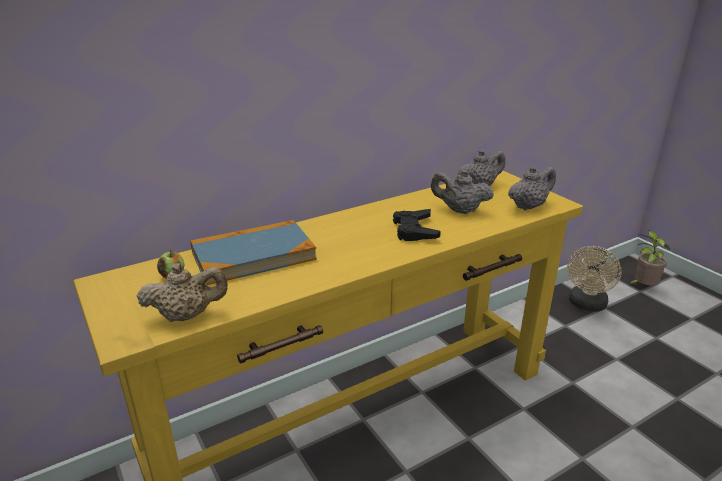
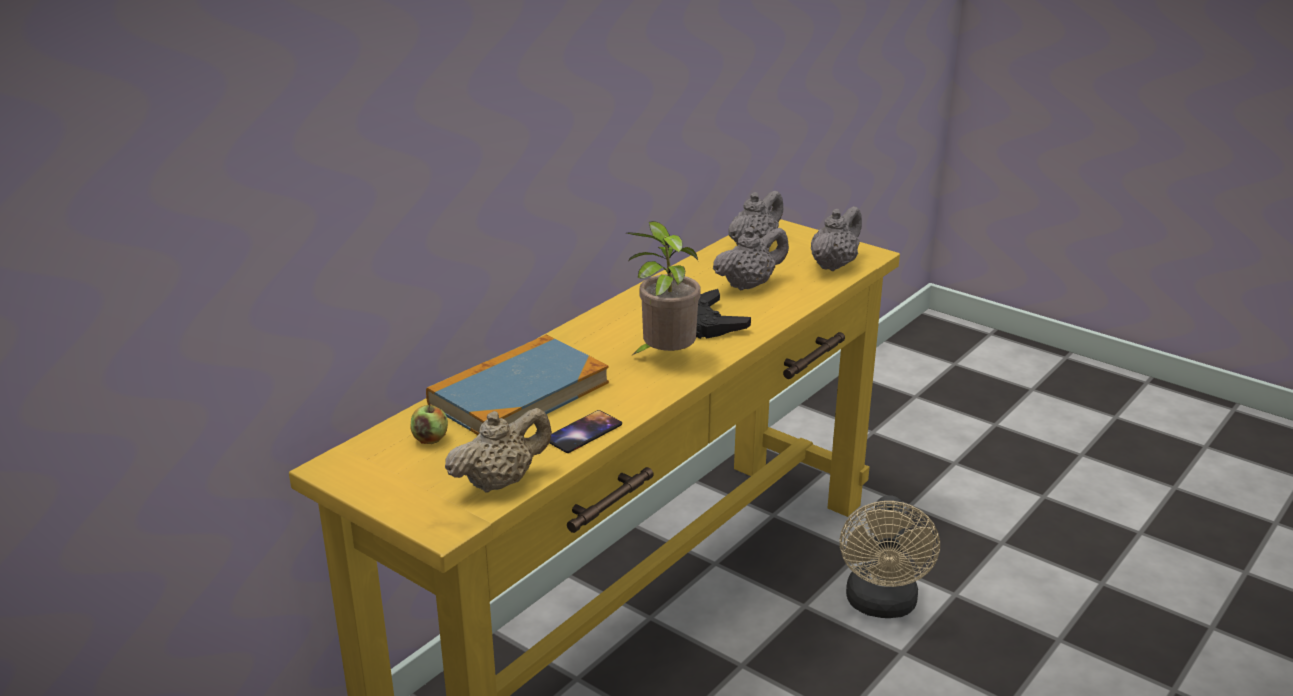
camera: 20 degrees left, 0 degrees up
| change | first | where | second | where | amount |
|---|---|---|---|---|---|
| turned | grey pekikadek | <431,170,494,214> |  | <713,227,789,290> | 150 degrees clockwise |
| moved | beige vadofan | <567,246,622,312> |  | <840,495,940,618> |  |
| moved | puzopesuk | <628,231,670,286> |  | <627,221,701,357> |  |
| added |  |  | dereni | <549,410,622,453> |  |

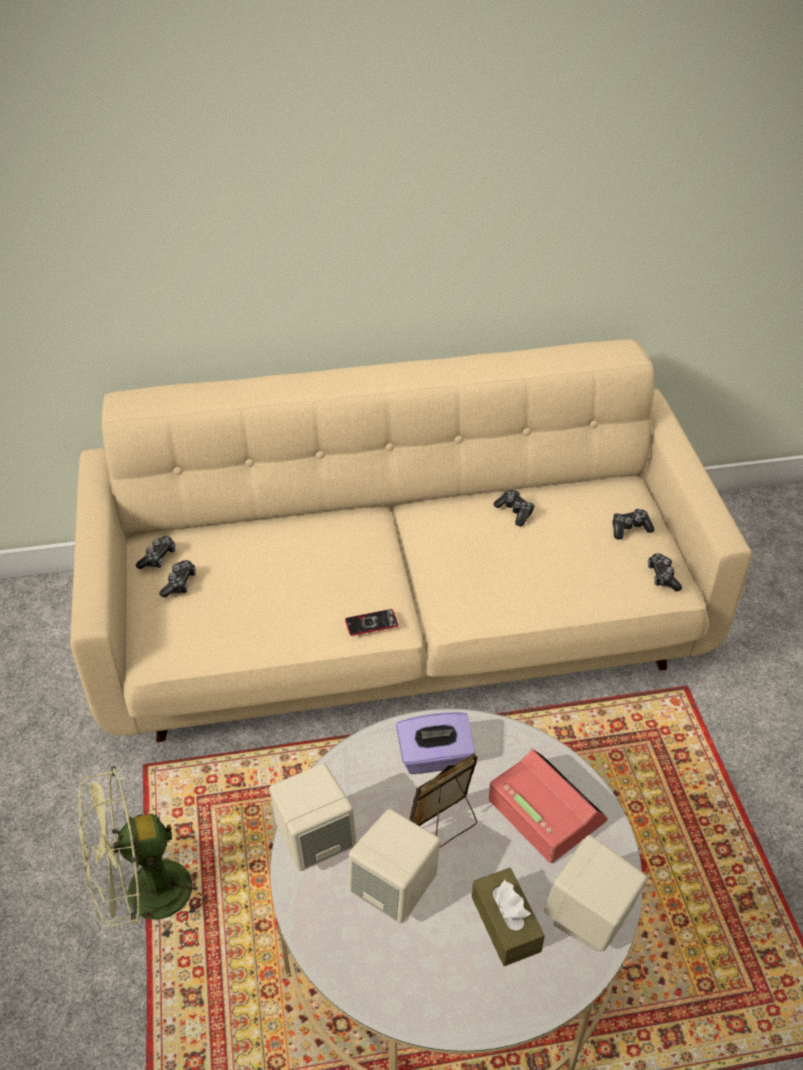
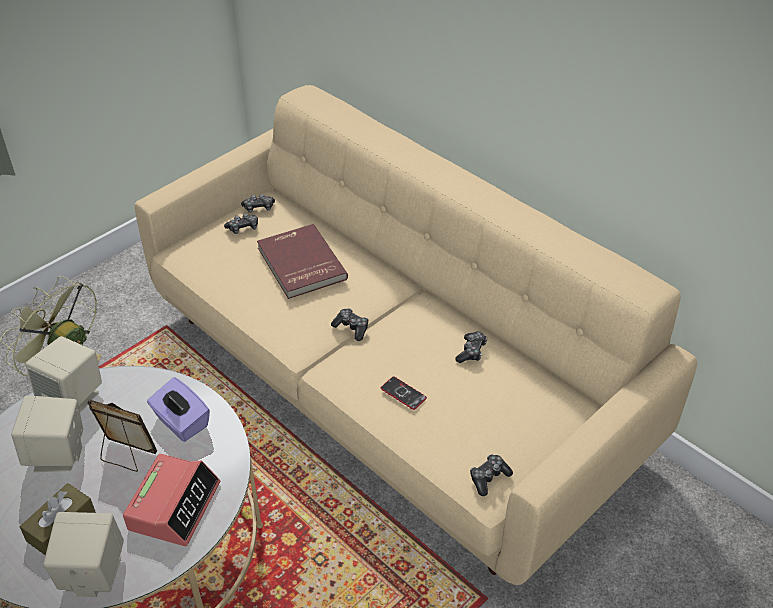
camera: 55 degrees right, 0 degrees up
| change | first | where | second | where | amount |
|---|---|---|---|---|---|
| moved | dereni | <345,609,398,636> |  | <381,376,427,410> |  |
| moved | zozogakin | <613,509,655,540> |  | <331,309,369,341> |  |
| added |  |  | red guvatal | <257,224,348,299> |  |

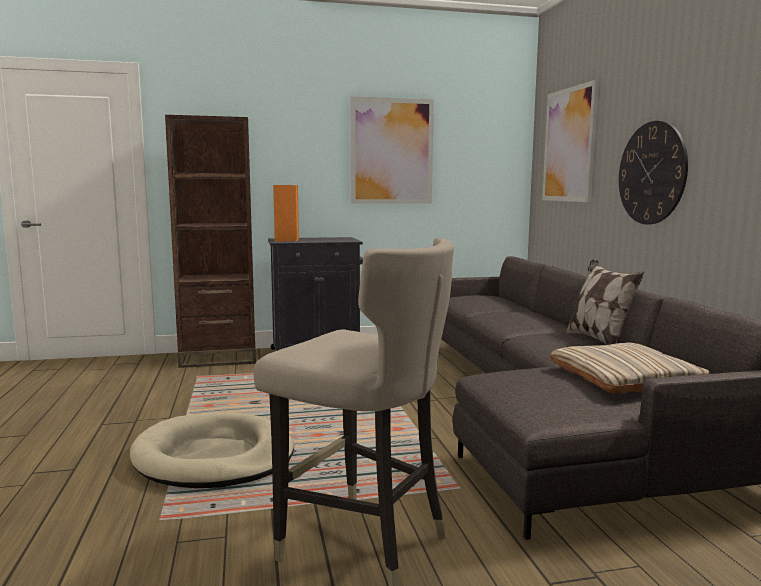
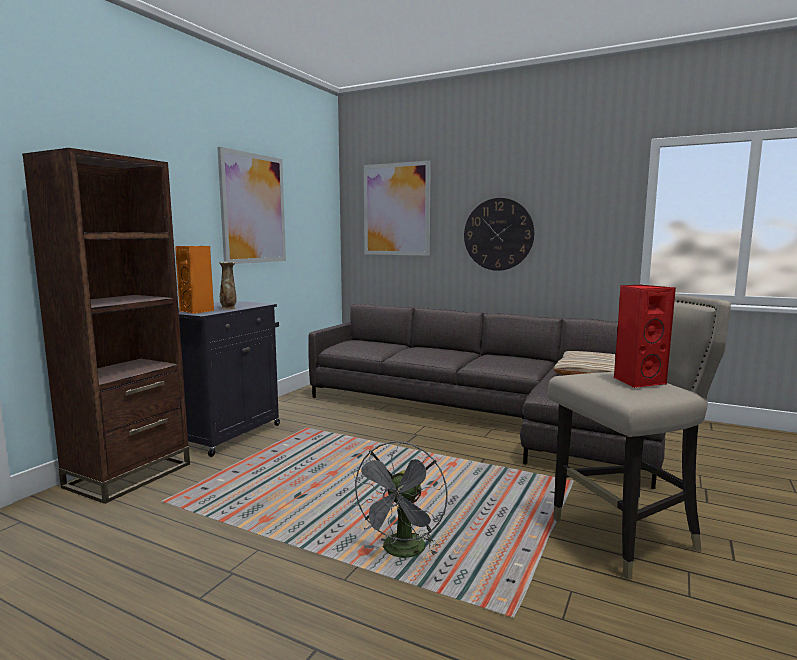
camera: 50 degrees left, 0 degrees up
| change | first | where | second | where | amount |
|---|---|---|---|---|---|
| replaced | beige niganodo | <130,413,294,488> | grey vadofan | <350,441,448,558> |  |
| removed | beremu | <566,259,644,345> |  |  |  |
| added |  |  | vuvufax | <219,262,236,310> |  |
| added |  |  | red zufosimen | <614,285,676,388> |  |

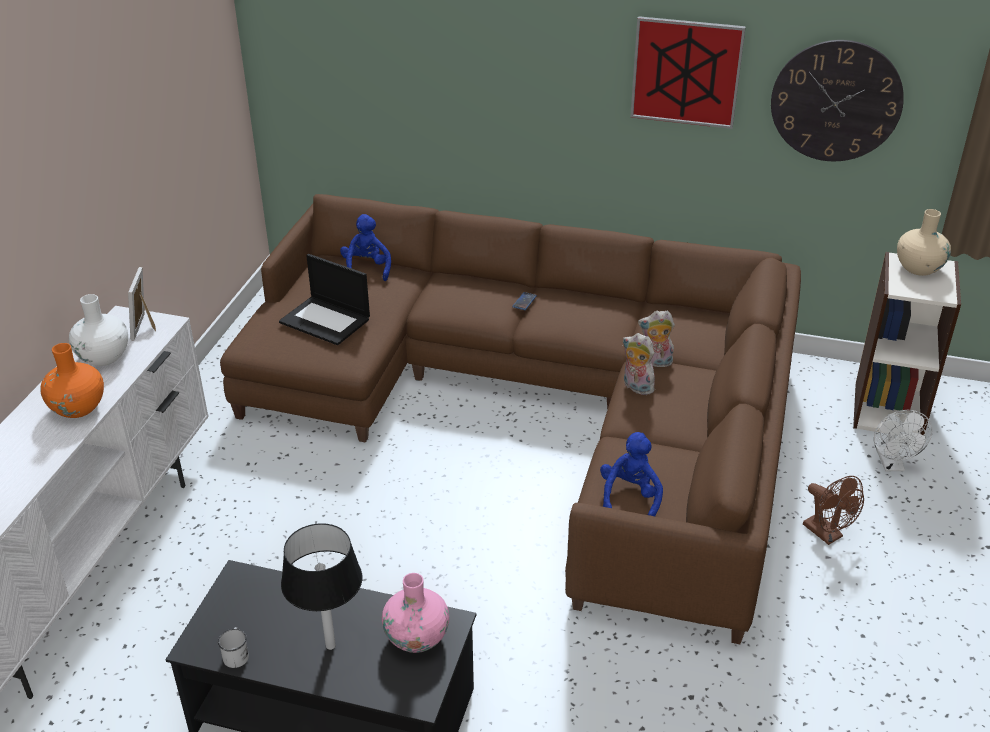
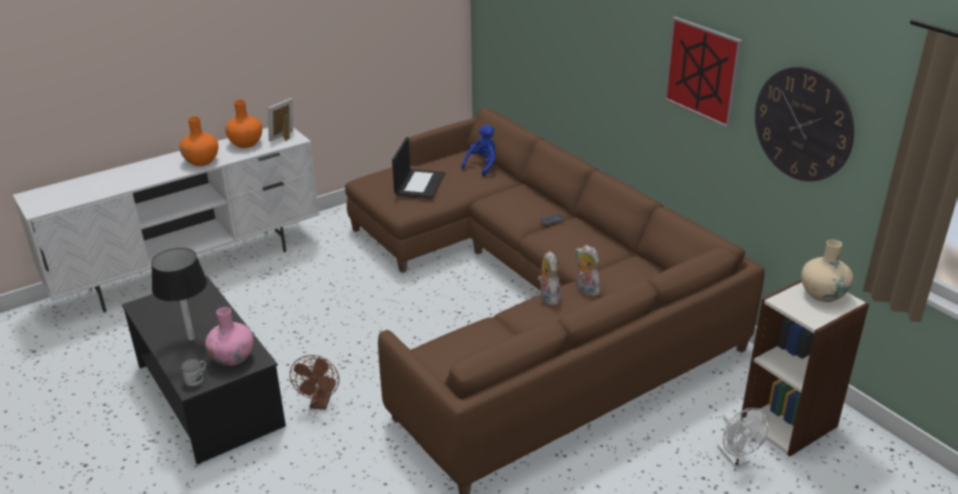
camera: 40 degrees right, 5 degrees down
| change | first | where | second | where | amount |
|---|---|---|---|---|---|
| recoloured | white vuvufax | <69,294,128,366> | orange vuvufax | <225,100,262,148> |  |
| moved | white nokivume | <218,627,249,668> |  | <181,359,206,386> |  |
| turned | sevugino | <279,254,370,345> |  | <392,137,445,198> | 150 degrees counterclockwise |
| removed | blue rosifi | <600,432,663,516> |  |  |  |
| moved | brown vadofan | <803,476,864,545> |  | <290,355,339,409> |  |
| turned | white vadofan | <874,410,932,471> |  | <717,408,769,467> | 60 degrees counterclockwise |

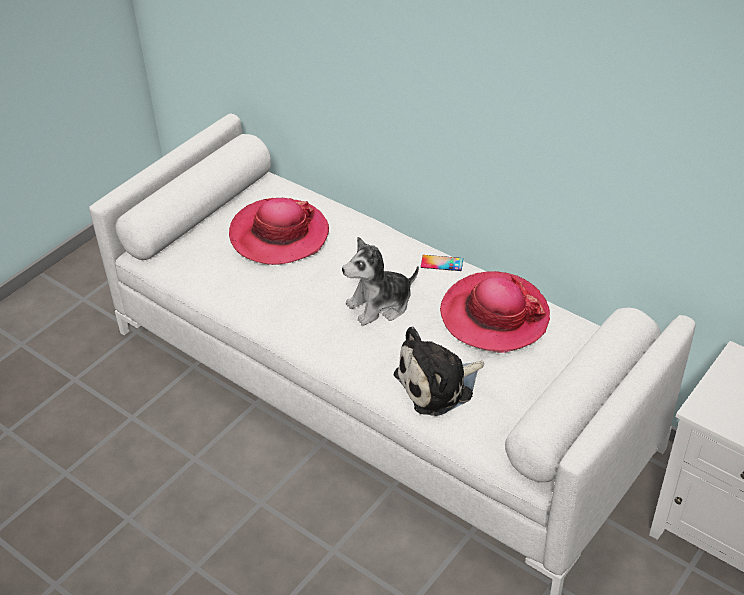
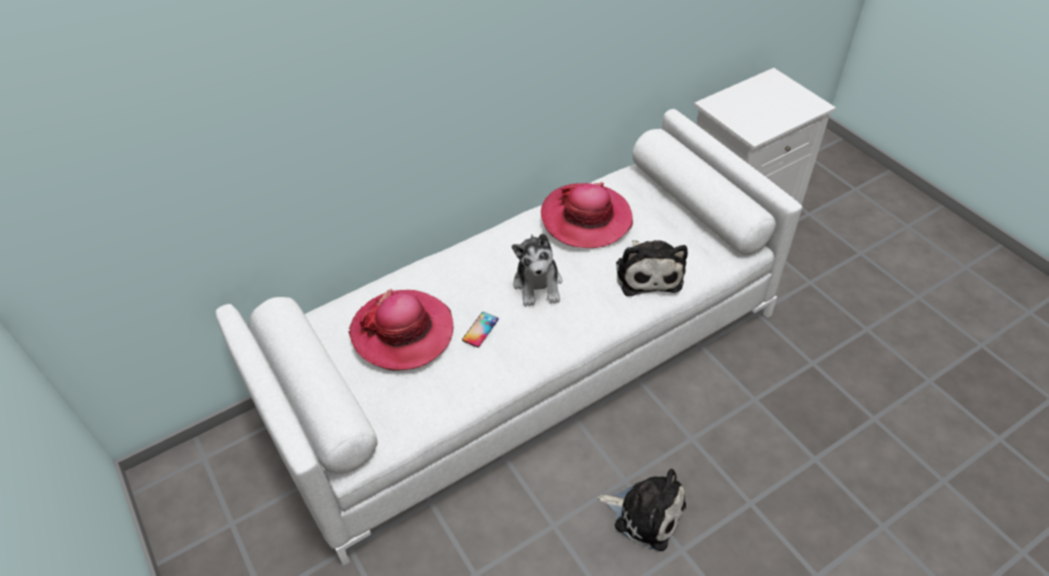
camera: 70 degrees left, 5 degrees up
| change | first | where | second | where | amount |
|---|---|---|---|---|---|
| moved | dereni | <421,255,463,271> |  | <462,312,499,347> |  |
| added |  |  | rosifi | <598,469,686,551> |  |

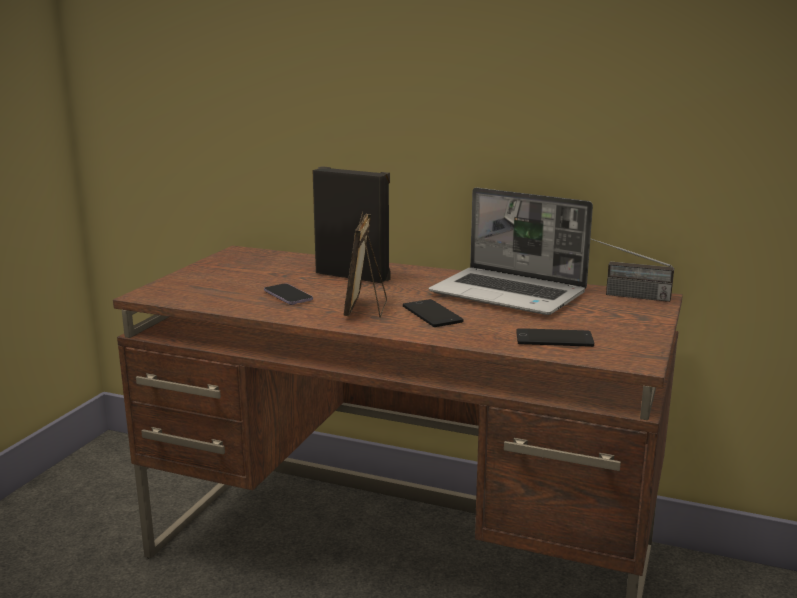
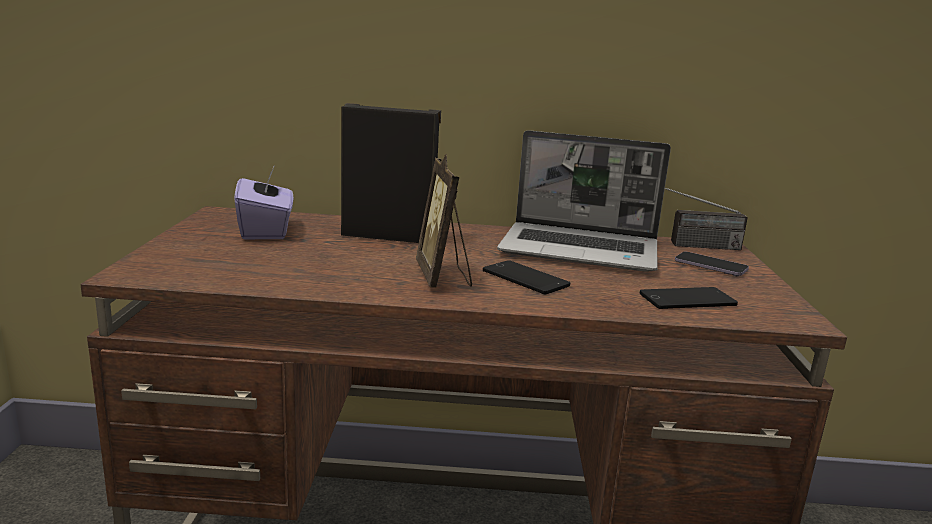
camera: 20 degrees left, 0 degrees up
| change | first | where | second | where | amount |
|---|---|---|---|---|---|
| moved | dereni | <264,284,313,305> |  | <675,252,749,276> |  |
| added |  |  | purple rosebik | <234,165,293,239> |  |

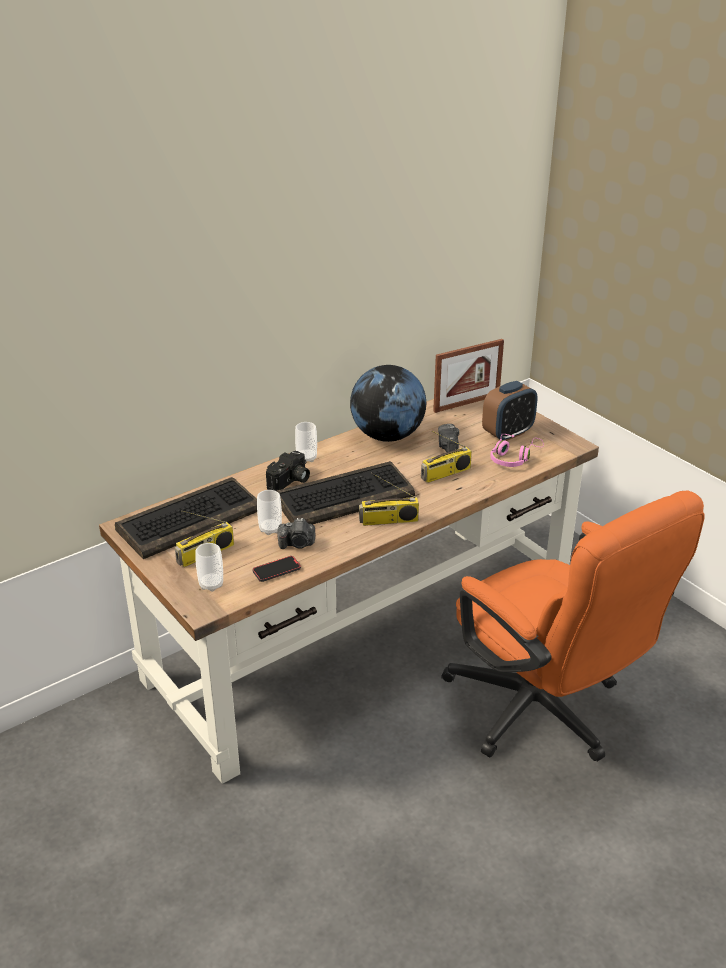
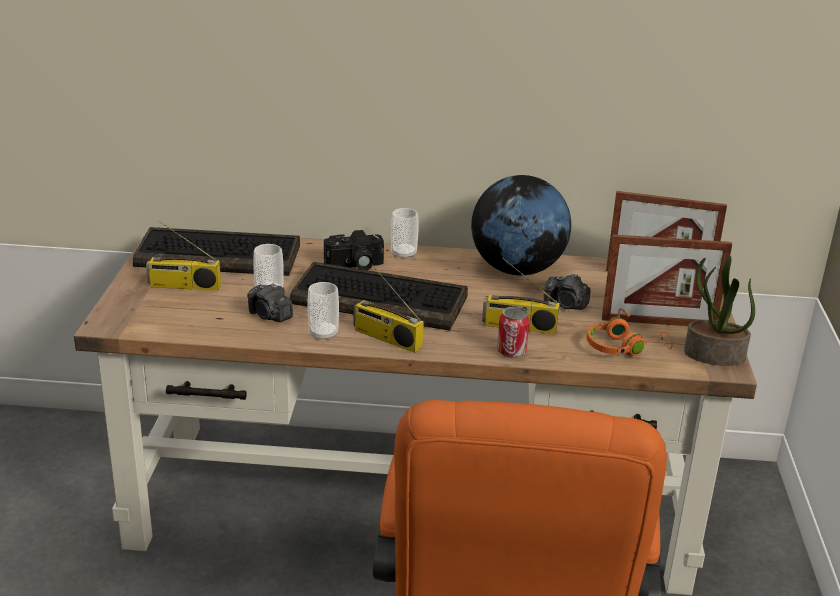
camera: 40 degrees right, 5 degrees down
| change | first | where | second | where | amount |
|---|---|---|---|---|---|
| moved | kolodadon | <195,543,223,591> |  | <307,282,339,340> |  |
| removed | dereni | <252,556,301,582> |  |  |  |
| turned | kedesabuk | <438,424,459,452> |  | <544,273,590,310> | 105 degrees counterclockwise |
| replaced | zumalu | <482,381,538,441> | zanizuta | <602,234,732,326> |  |
| recoloured | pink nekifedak | <490,434,544,467> | orange nekifedak | <587,308,672,356> |  |
| added |  |  | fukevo | <497,307,530,358> |  |
| added |  |  | puzopesuk | <684,256,755,366> |  |

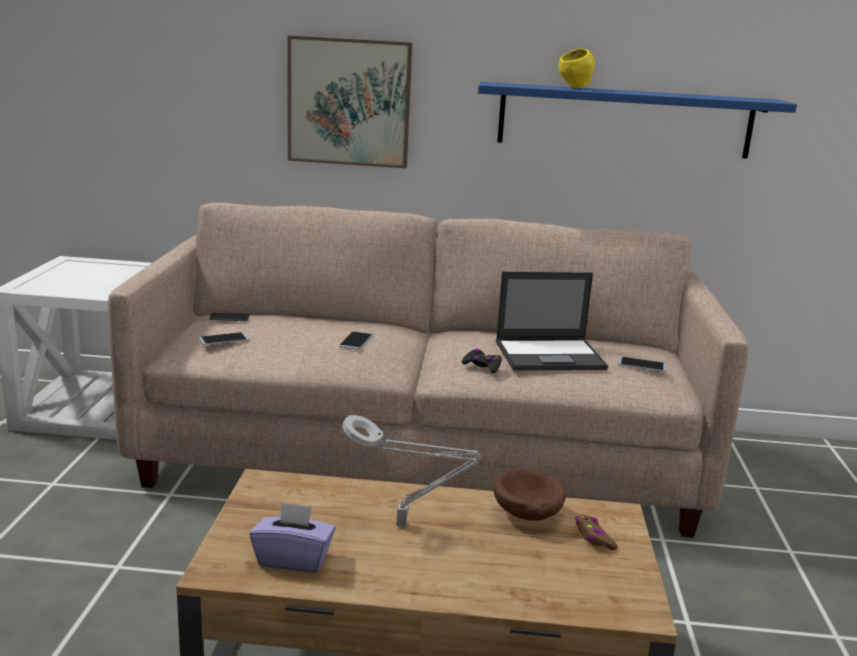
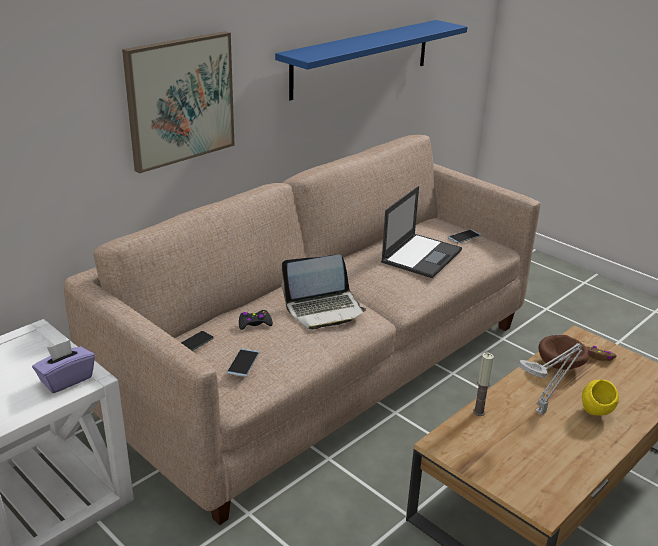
camera: 50 degrees left, 10 degrees up
| change | first | where | second | where | amount |
|---|---|---|---|---|---|
| moved | purple rosebik | <249,502,336,573> |  | <32,340,95,393> |  |
| replaced | dereni | <339,331,372,350> | sevugino | <282,254,367,330> |  |
| moved | black zozogakin | <462,348,502,373> |  | <239,310,273,330> |  |
| moved | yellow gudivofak | <558,49,595,88> |  | <582,380,619,416> |  |
| added |  |  | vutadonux | <473,353,494,416> |  |

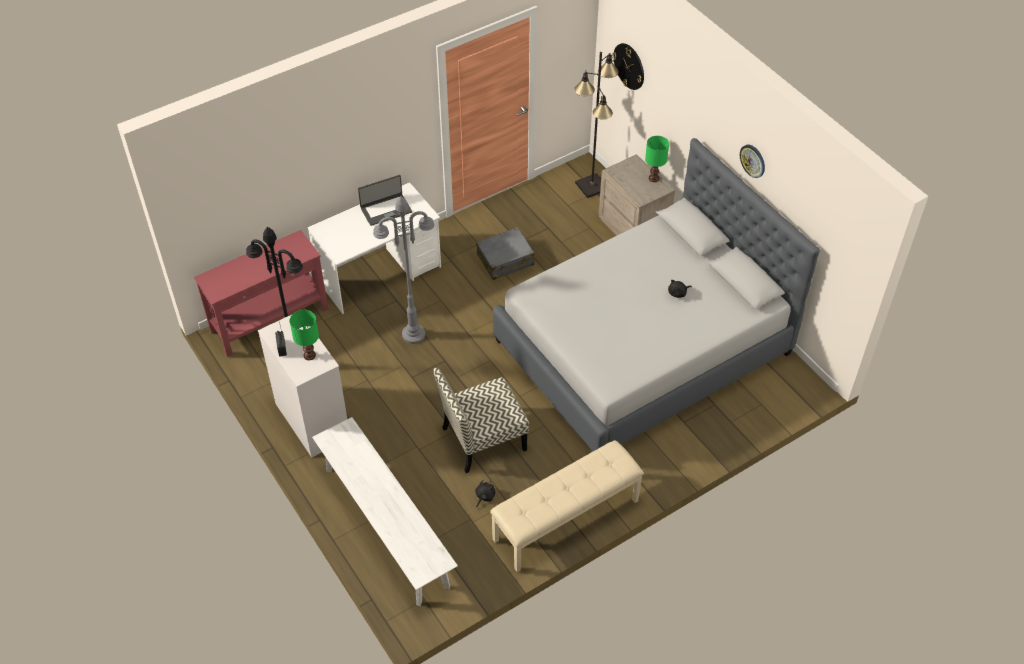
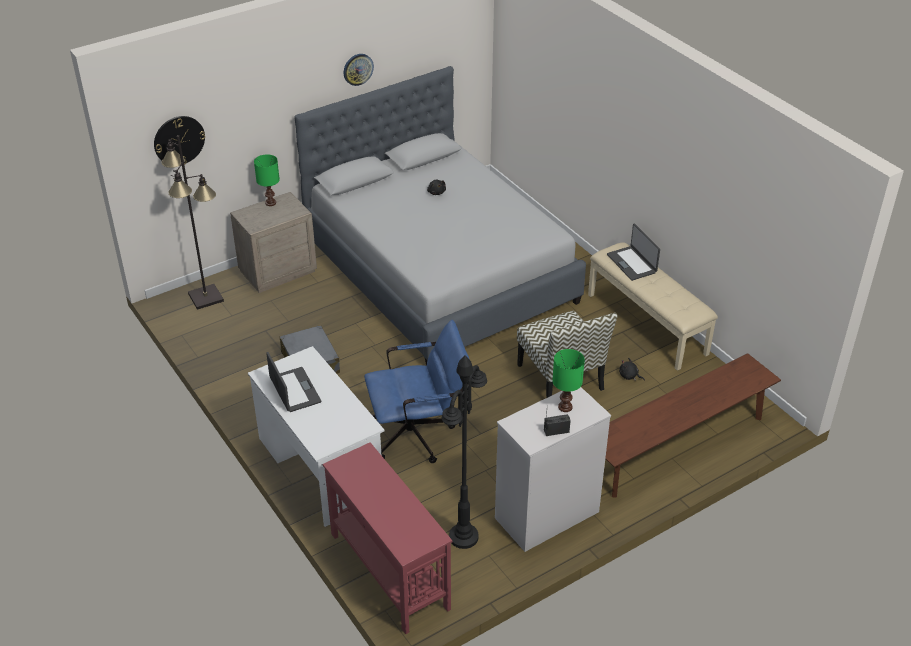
camera: 90 degrees left, 10 degrees down
| change | first | where | second | where | amount |
|---|---|---|---|---|---|
| recoloured | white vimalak | <312,417,458,606> | brown vimalak | <605,353,781,498> |  |
| replaced | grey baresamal | <373,196,434,344> | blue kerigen | <364,320,470,463> |  |
| added |  |  | sevugino | <607,224,660,281> |  |

